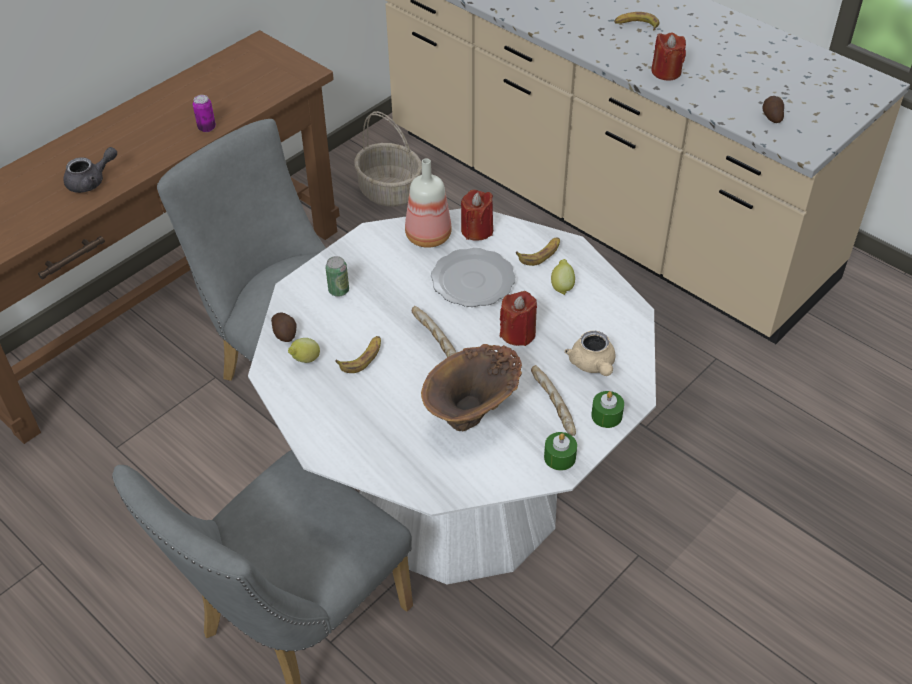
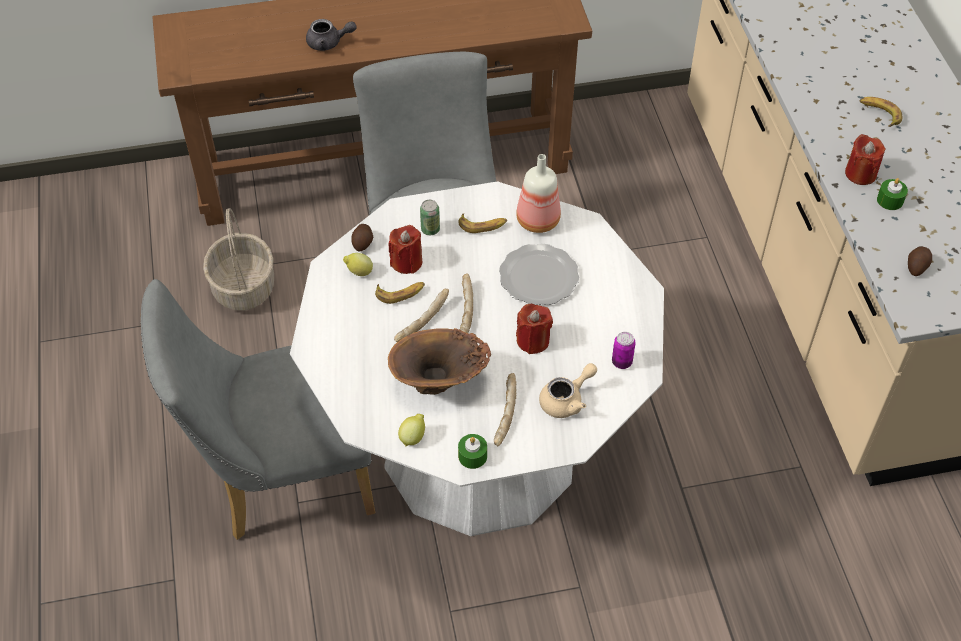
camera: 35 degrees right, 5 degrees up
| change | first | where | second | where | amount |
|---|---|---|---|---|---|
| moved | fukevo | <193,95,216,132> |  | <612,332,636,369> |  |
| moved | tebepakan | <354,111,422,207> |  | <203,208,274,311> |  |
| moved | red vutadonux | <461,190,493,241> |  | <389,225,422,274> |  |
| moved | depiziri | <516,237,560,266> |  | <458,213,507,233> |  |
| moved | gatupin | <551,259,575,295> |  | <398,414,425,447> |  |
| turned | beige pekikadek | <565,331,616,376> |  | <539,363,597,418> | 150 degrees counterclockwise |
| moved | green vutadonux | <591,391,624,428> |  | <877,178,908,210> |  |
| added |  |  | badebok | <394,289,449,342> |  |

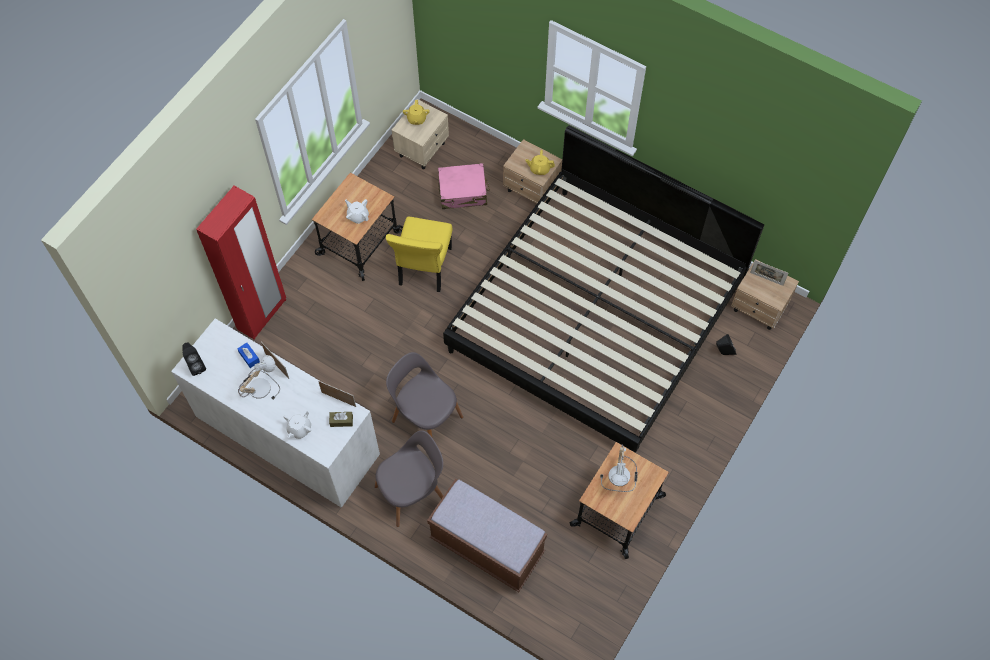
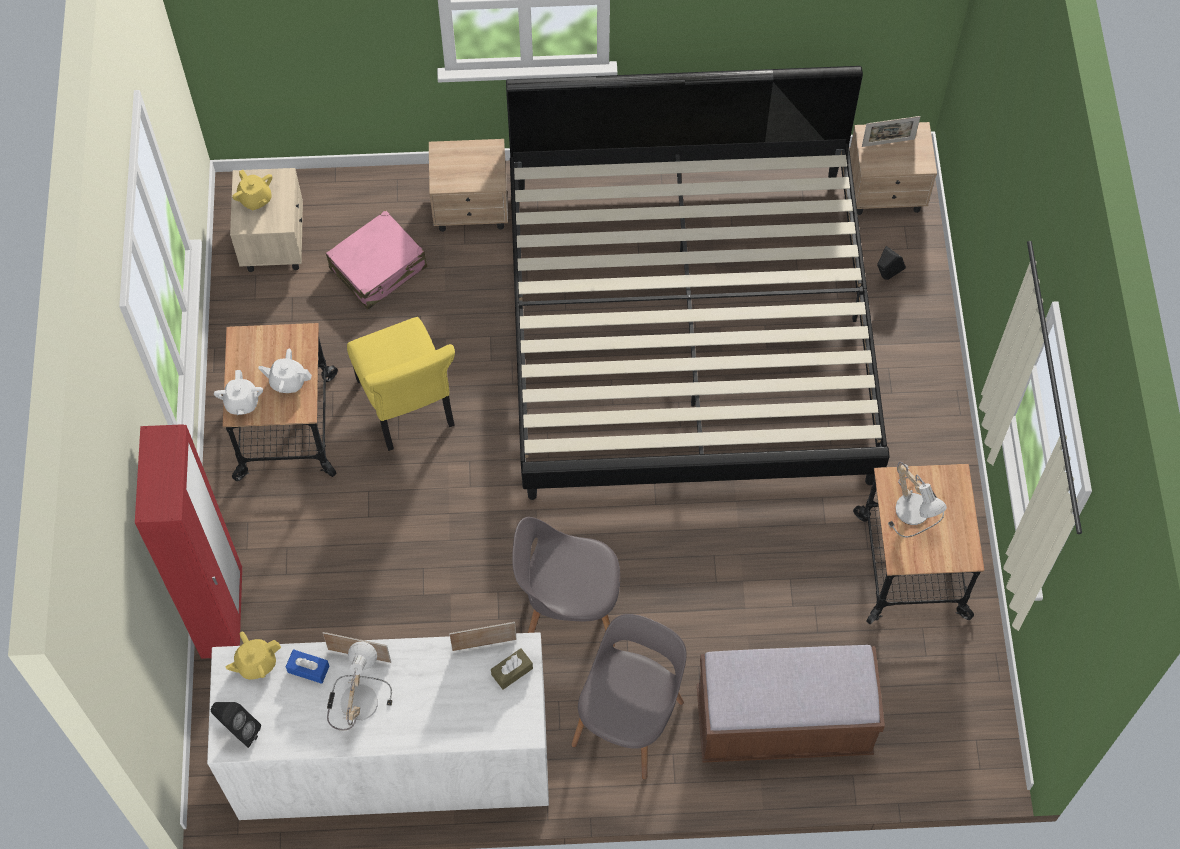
camera: 35 degrees left, 0 degrees up
| change | first | where | second | where | amount |
|---|---|---|---|---|---|
| moved | white pekikadek | <284,410,311,439> |  | <214,370,263,415> |  |
| moved | yellow pekikadek | <526,150,555,175> |  | <225,631,281,680> |  |

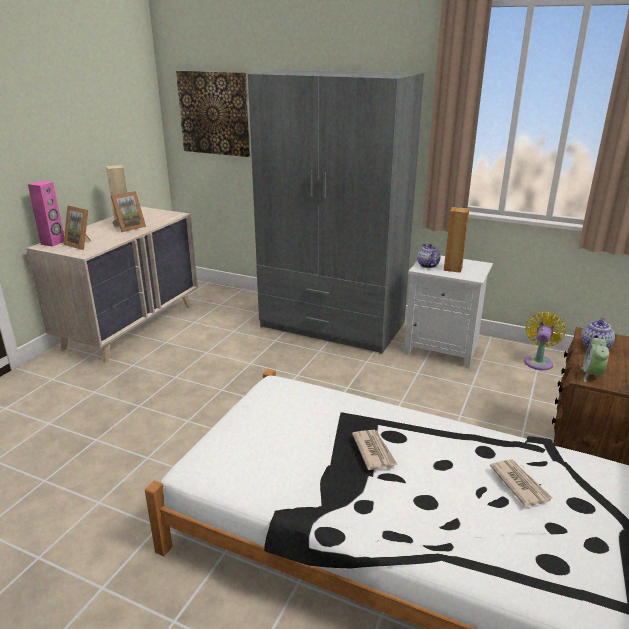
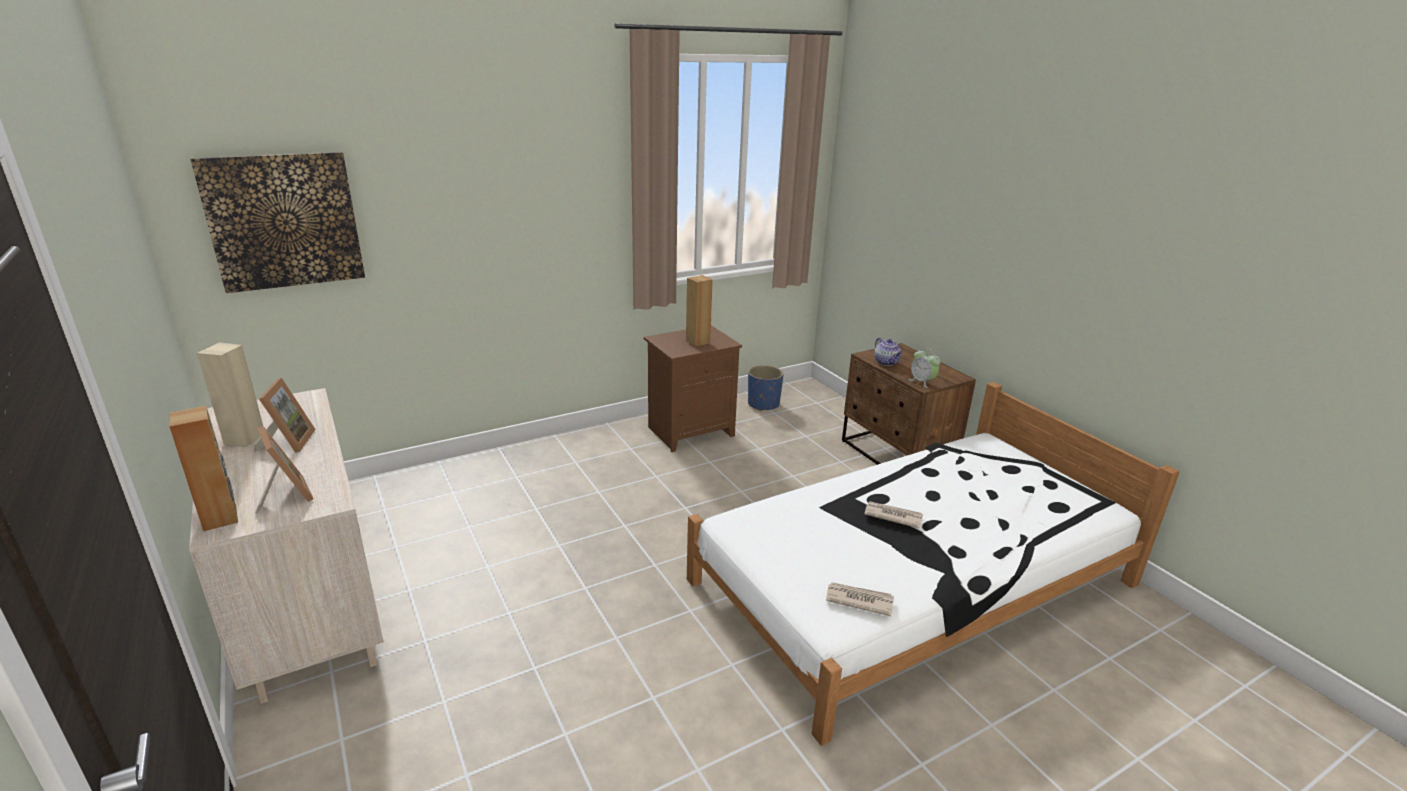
camera: 55 degrees left, 0 degrees up
| change | first | where | second | where | amount |
|---|---|---|---|---|---|
| recoloured | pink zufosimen | <28,181,64,247> | brown zufosimen | <169,406,238,531> |  |
| turned | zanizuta | <63,205,91,250> |  | <255,426,314,514> | 105 degrees counterclockwise |
| removed | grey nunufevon | <248,69,424,354> |  |  |  |
| recoloured | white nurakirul | <404,256,493,369> | brown nurakirul | <644,325,742,452> |  |
| removed | pekikadek | <417,244,441,268> |  |  |  |
| moved | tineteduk | <490,459,552,507> |  | <826,582,894,616> |  |
| replaced | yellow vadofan | <524,312,566,370> | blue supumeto | <748,365,784,411> |  |

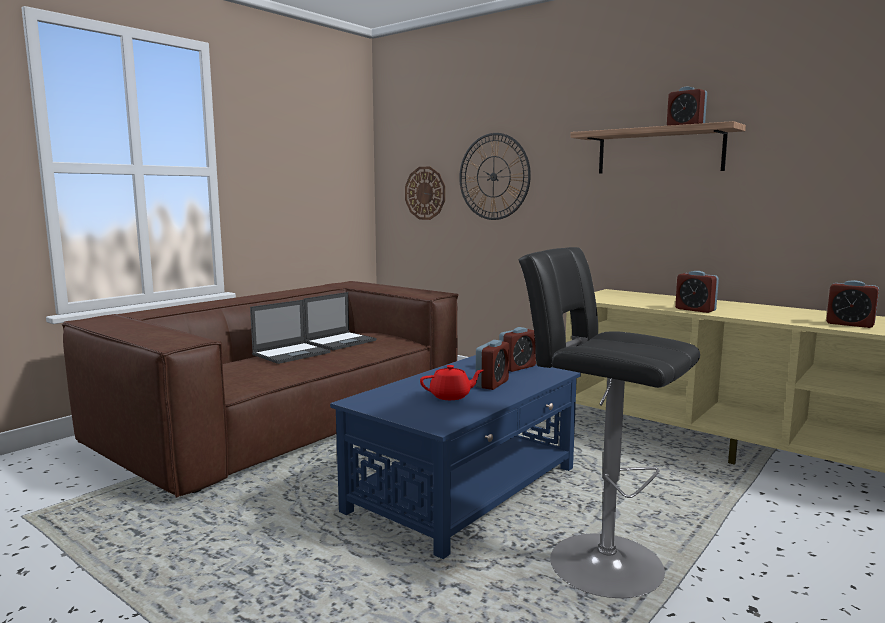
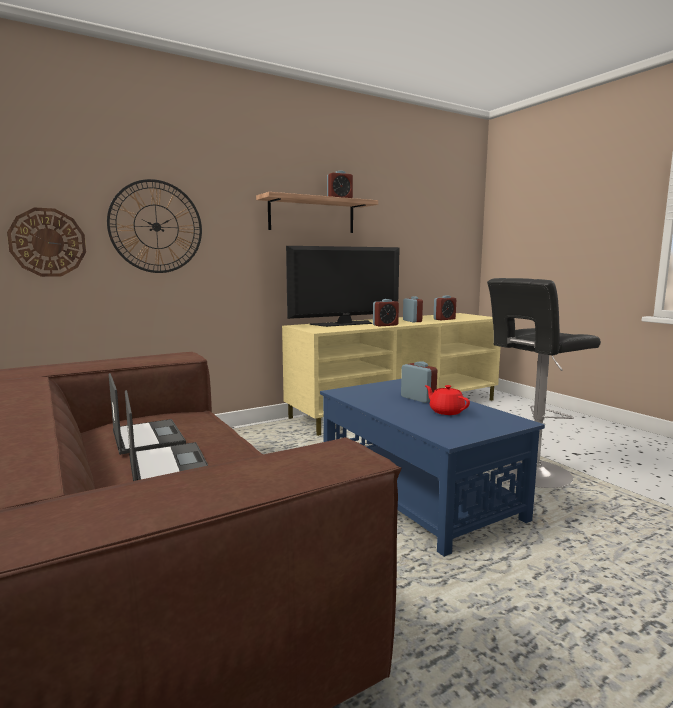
camera: 70 degrees left, 0 degrees up
| change | first | where | second | where | amount |
|---|---|---|---|---|---|
| turned | red pekikadek | <420,365,484,400> |  | <425,385,470,415> | 45 degrees counterclockwise |
| moved | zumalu | <499,327,536,372> |  | <403,296,423,323> |  |
| added |  |  | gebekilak | <286,246,400,327> |  |

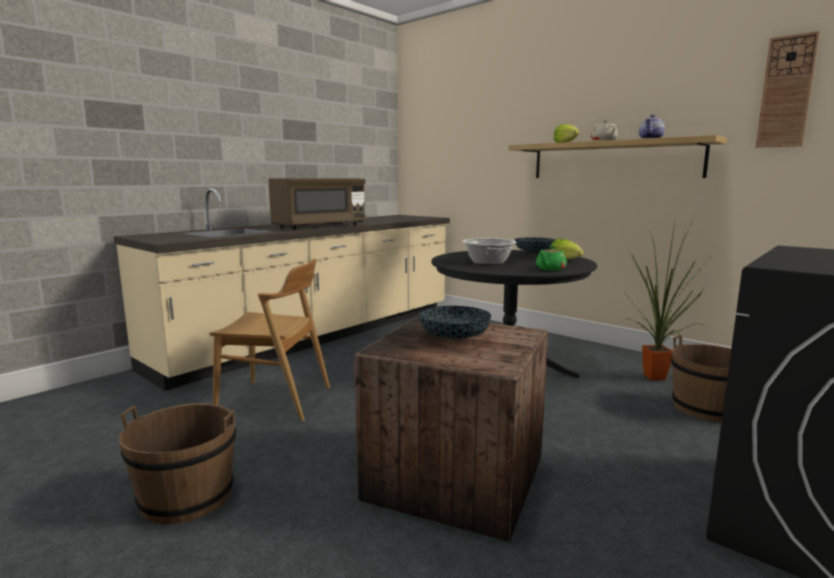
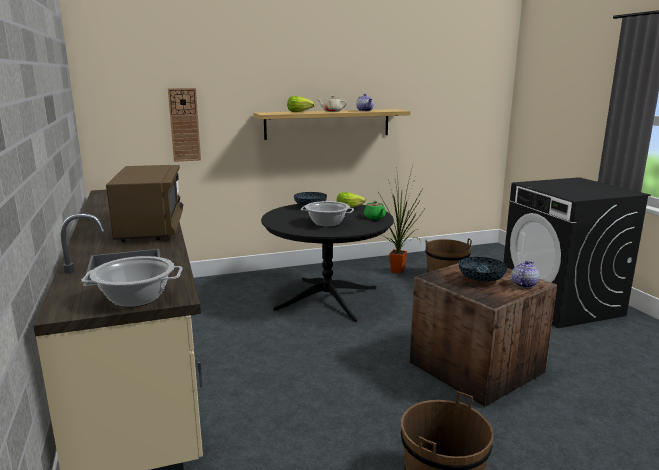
camera: 60 degrees left, 5 degrees up
| change | first | where | second | where | amount |
|---|---|---|---|---|---|
| removed | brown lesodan | <209,259,330,421> |  |  |  |
| moved | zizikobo | <756,31,820,148> |  | <168,88,201,162> |  |
| added |  |  | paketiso | <81,256,182,307> |  |
| added |  |  | pekikadek | <512,261,539,288> |  |

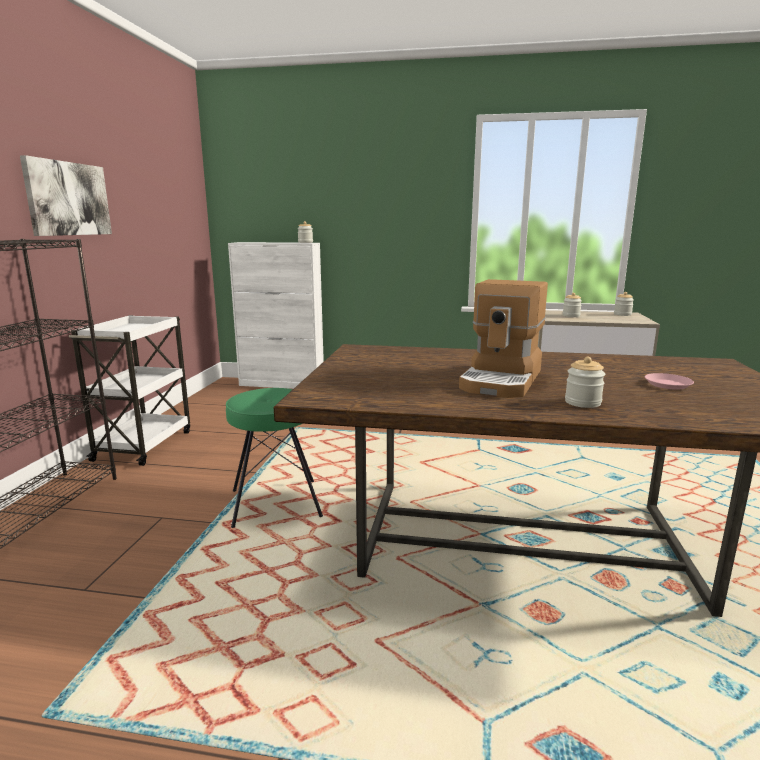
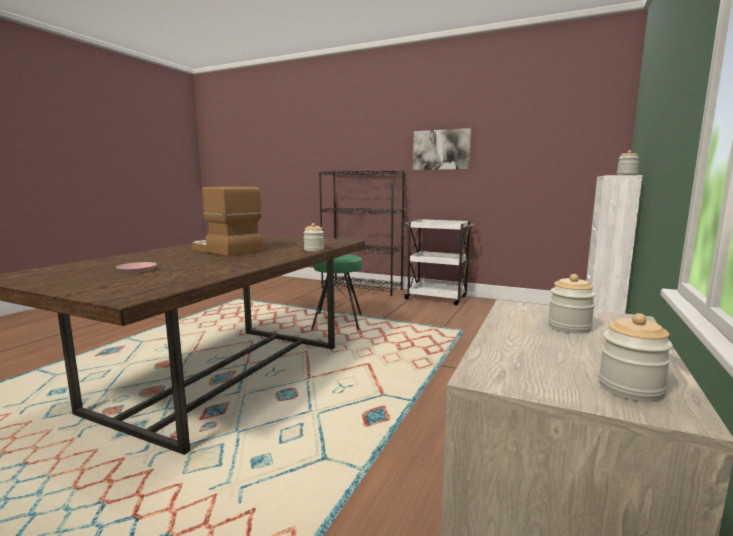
camera: 105 degrees right, 5 degrees down
| change | first | where | second | where | amount |
|---|---|---|---|---|---|
| moved | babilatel | <565,357,605,408> |  | <303,223,324,252> |  |

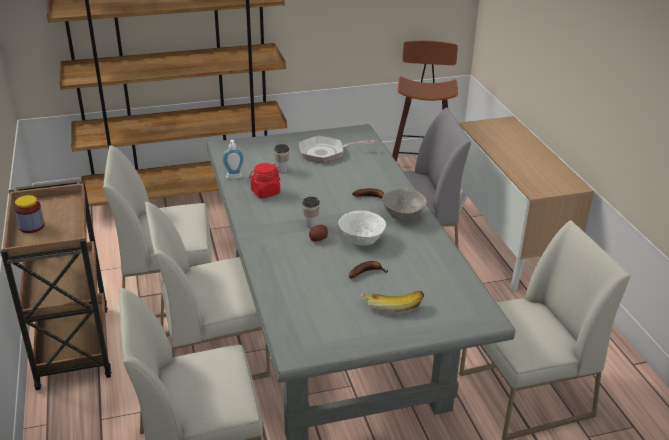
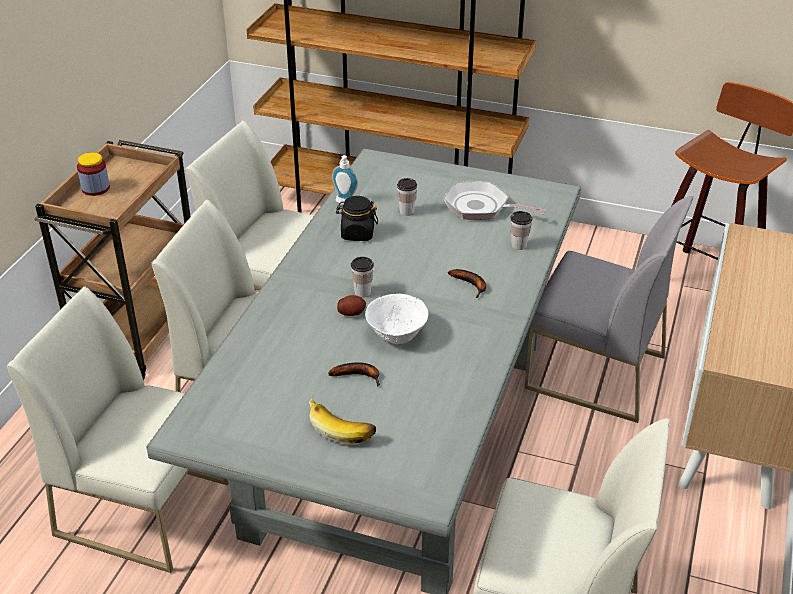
camera: 35 degrees right, 5 degrees up
| change | first | where | second | where | amount |
|---|---|---|---|---|---|
| recoloured | red babilatel | <249,163,280,198> | black babilatel | <336,196,378,241> |  |
| removed | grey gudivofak | <382,188,427,222> |  |  |  |
| added |  |  | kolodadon | <510,211,532,250> |  |

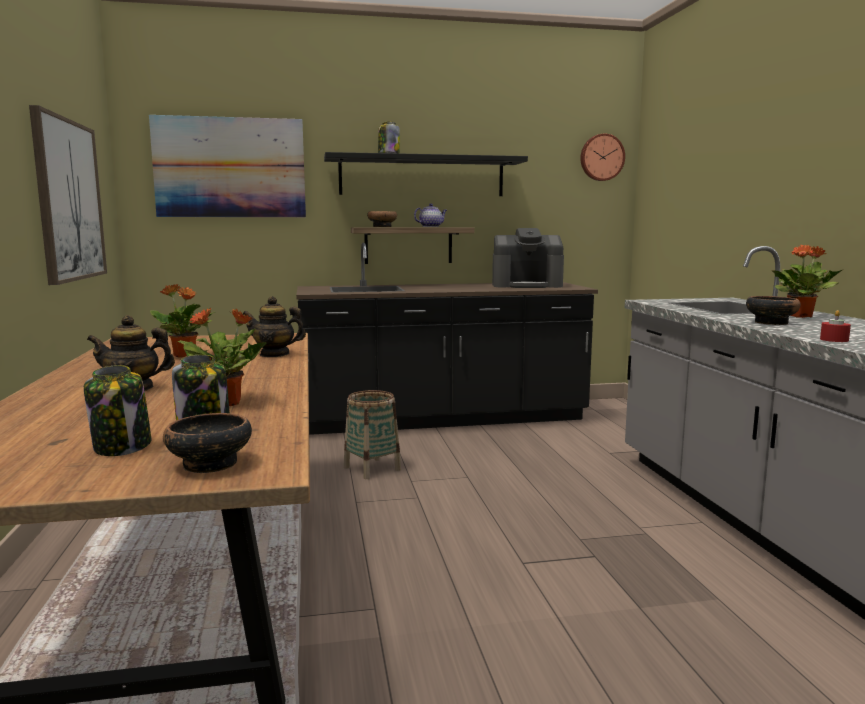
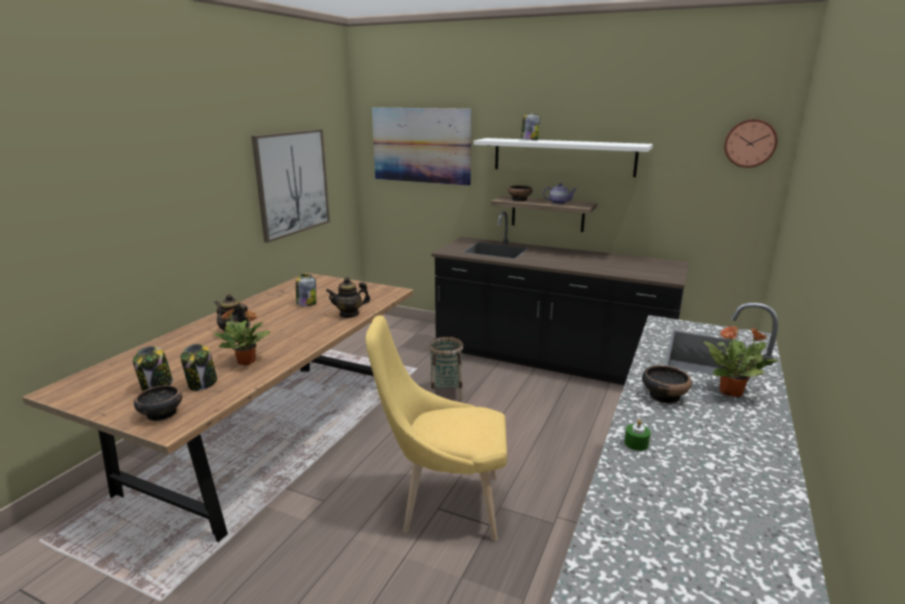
camera: 35 degrees right, 10 degrees up
| change | first | where | second | where | amount |
|---|---|---|---|---|---|
| replaced | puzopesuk | <150,284,215,357> | babilatel | <296,274,317,306> |  |
| turned | pekikadek | <243,296,306,357> |  | <326,277,370,318> | 60 degrees counterclockwise |
| recoloured | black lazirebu | <324,152,528,196> | white lazirebu | <473,138,653,177> |  |
| removed | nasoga | <492,228,564,288> |  |  |  |
| recoloured | red vutadonux | <820,310,851,342> | green vutadonux | <624,419,651,451> |  |
| added |  |  | yellow lesodan | <365,315,507,541> |  |

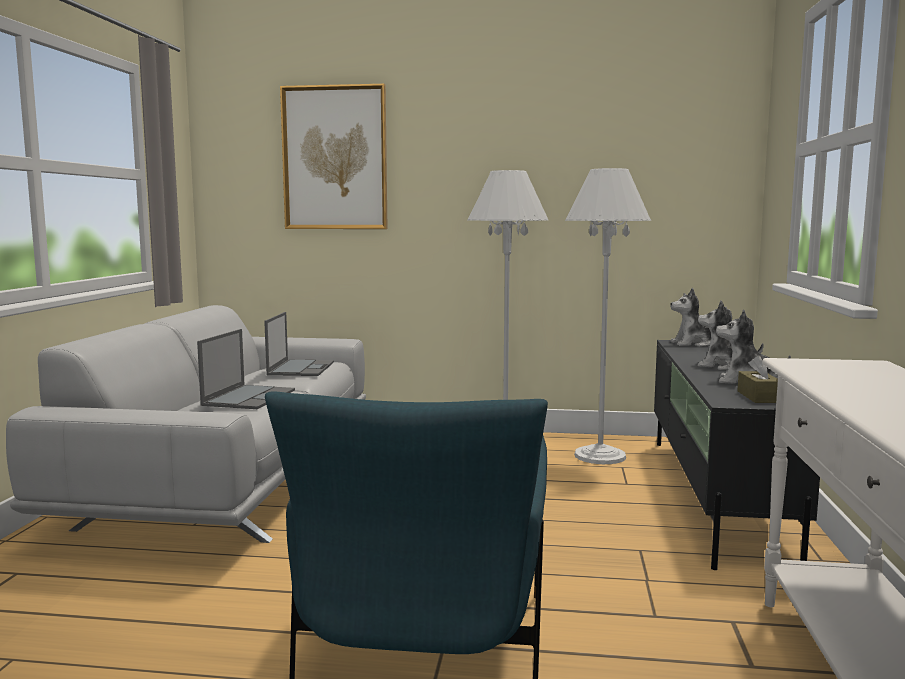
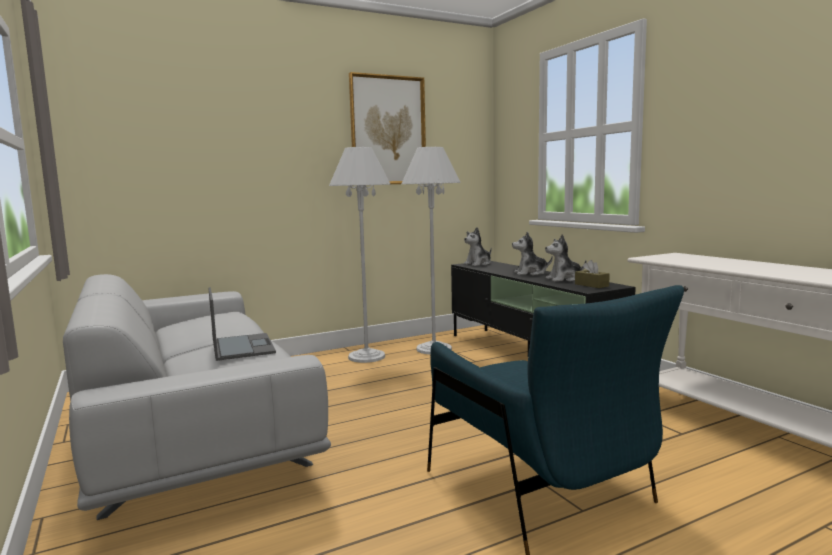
camera: 35 degrees left, 0 degrees up
| change | first | where | second | where | amount |
|---|---|---|---|---|---|
| removed | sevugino | <264,312,334,376> |  |  |  |
| moved | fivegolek | <280,84,388,229> |  | <349,72,426,184> |  |

